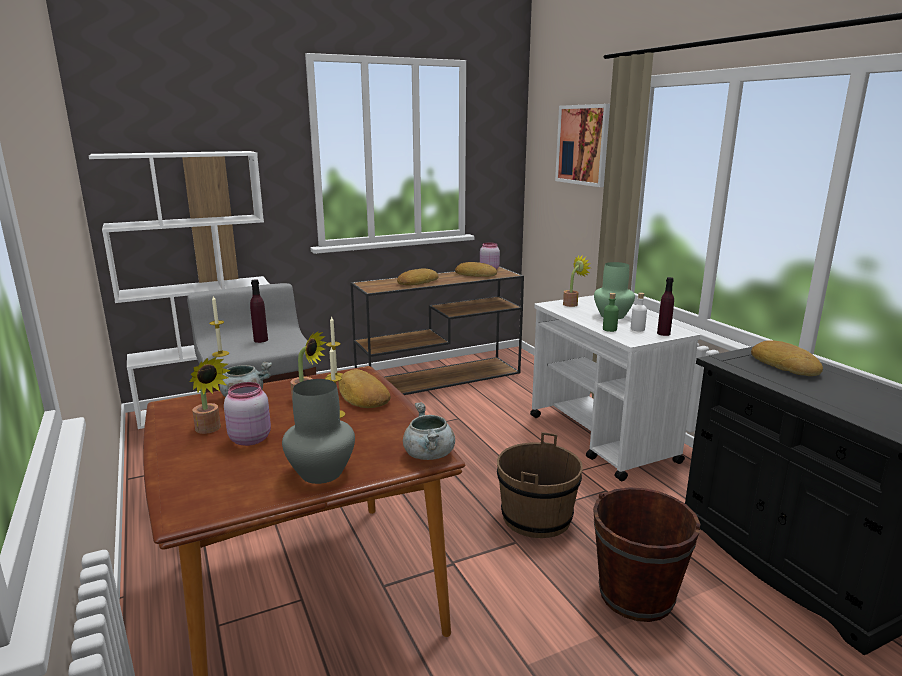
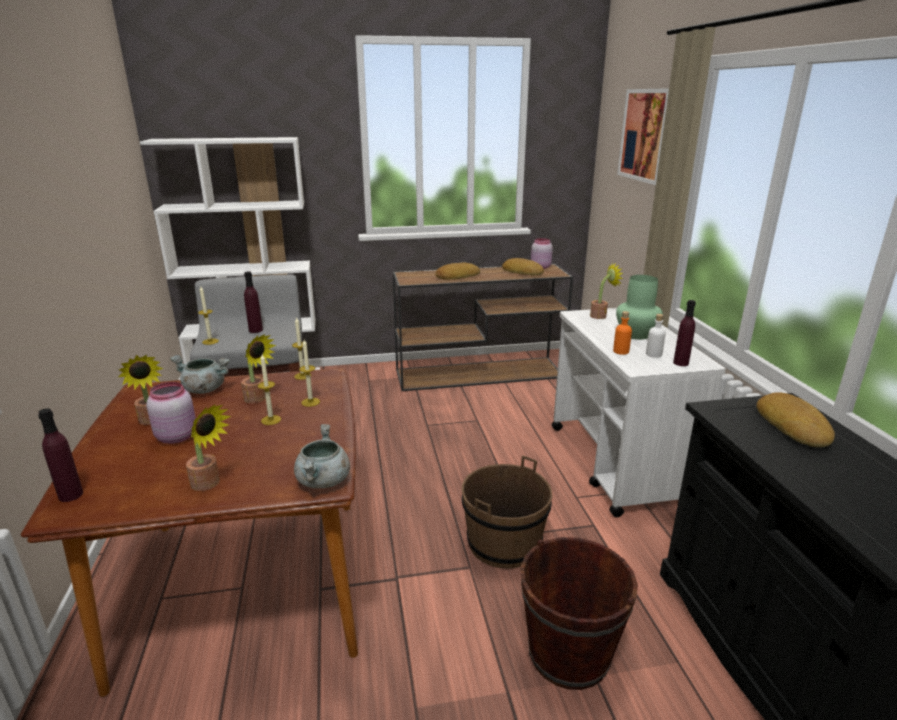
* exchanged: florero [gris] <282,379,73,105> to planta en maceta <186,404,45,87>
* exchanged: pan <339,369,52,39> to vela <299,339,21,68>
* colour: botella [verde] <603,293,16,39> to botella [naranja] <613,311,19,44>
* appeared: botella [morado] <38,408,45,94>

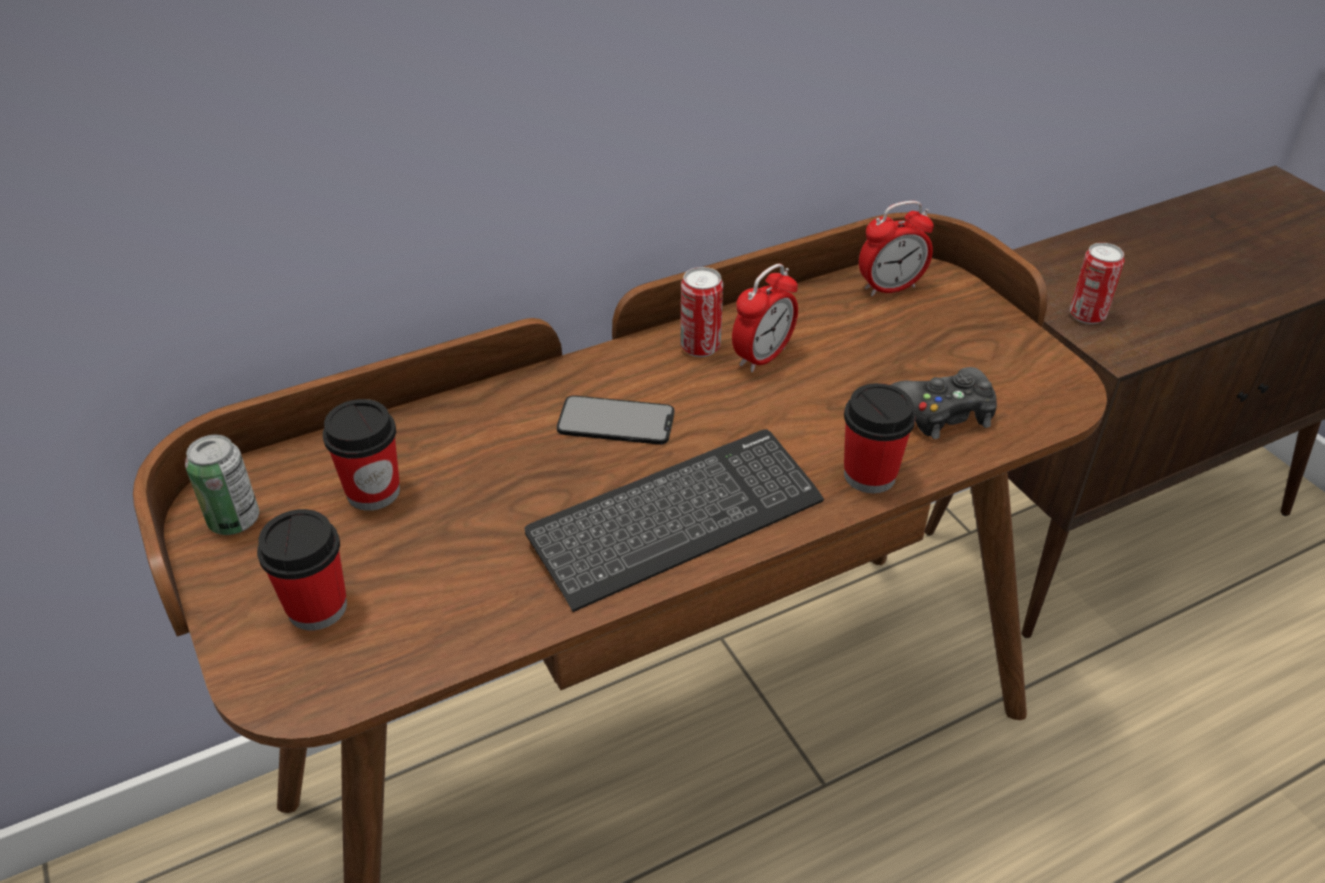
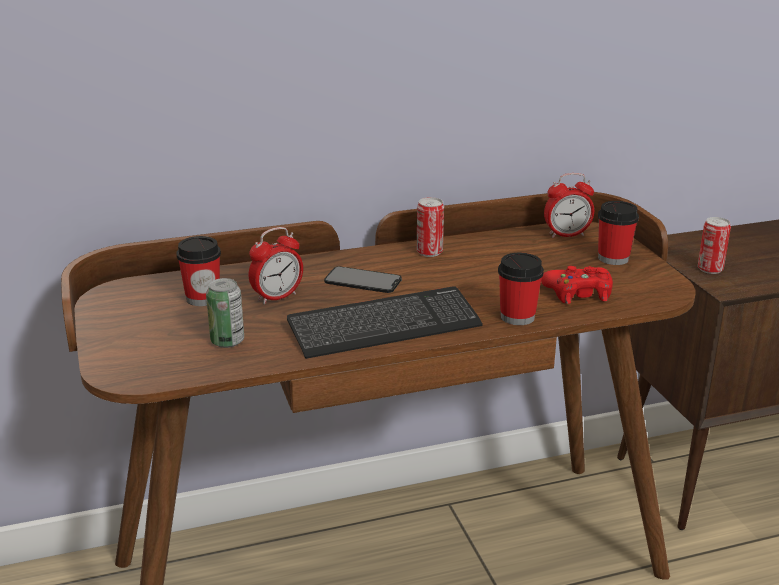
* relocated: lata <185,435,74,100> to <206,278,38,70>
* relocated: taza <257,509,90,121> to <598,201,41,64>
* relocated: despertador <732,264,66,108> to <249,227,54,77>
* colour: mando de consola [negro] <891,367,106,72> to mando de consola [rojo] <541,266,72,38>

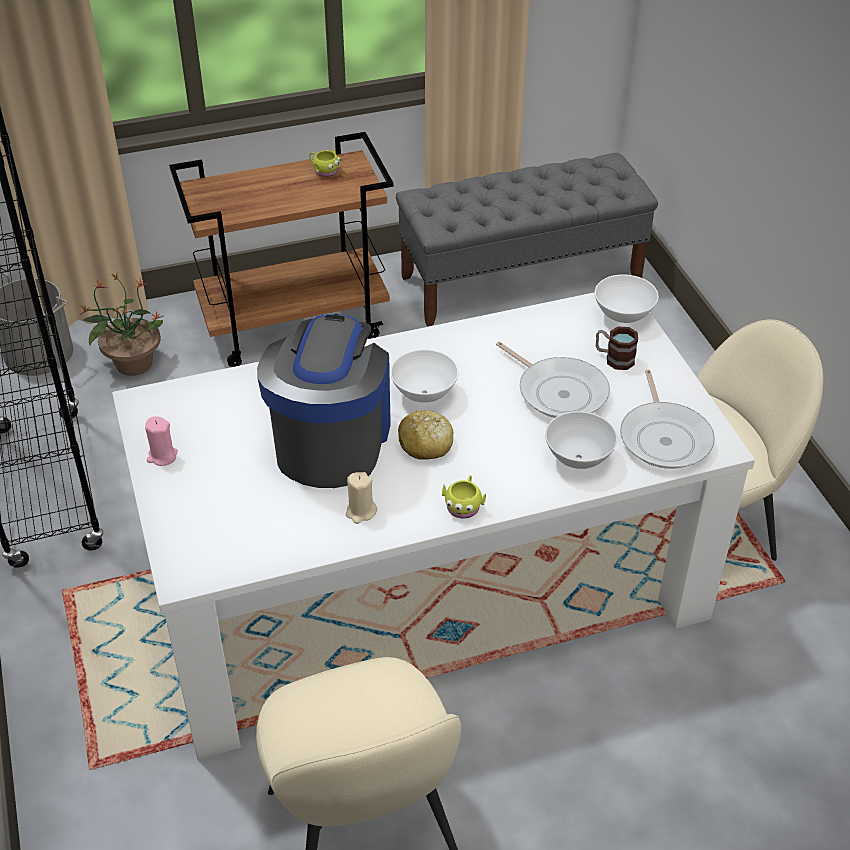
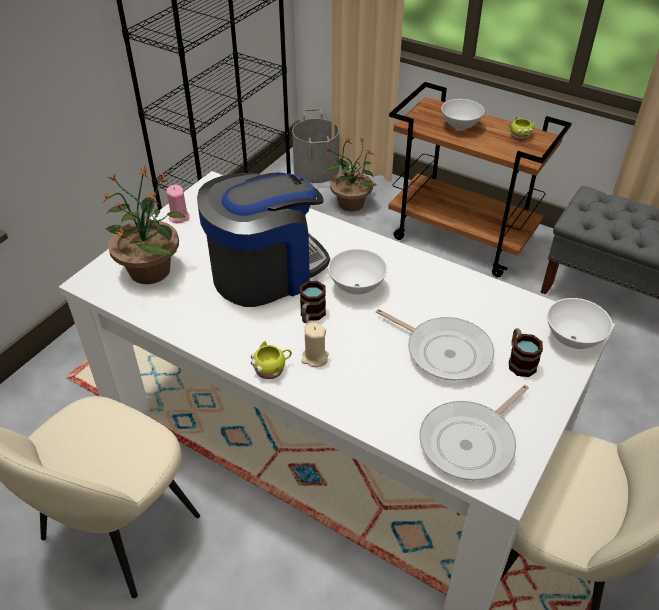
* relocated: vela [beis] <346,472,31,52> to <301,323,28,44>
* exchanged: pan <398,410,55,50> to taza grande <300,281,26,42>
* spun: sartén <496,341,114,77> = <376,309,118,71> 60 degrees counterclockwise
* relocated: cuenco [blanco] <545,411,72,58> to <441,99,43,31>
* appeared: planta en maceta <103,166,82,118>

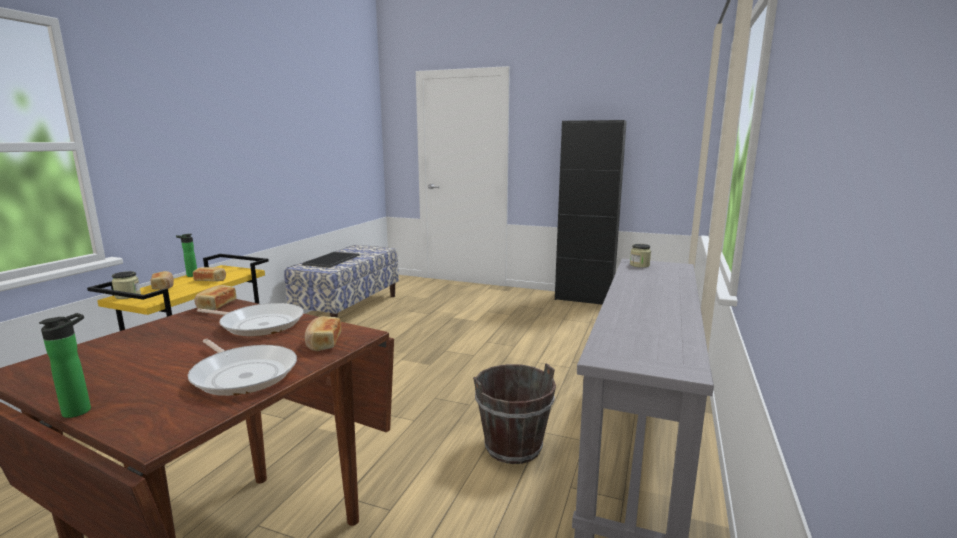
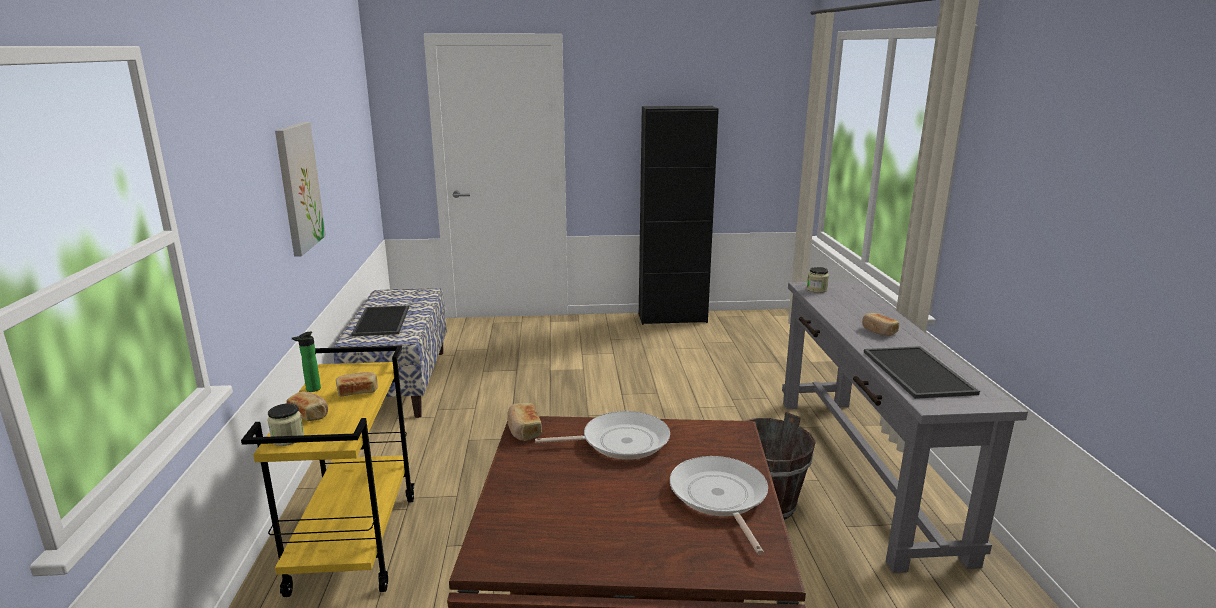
* missing: botella <39,313,52,105>
* spun: sartén <188,339,109,57> = <670,456,98,98> 120 degrees counterclockwise
* relocated: pan <305,316,36,35> to <862,313,37,23>
* appeared: cuadro <275,122,51,135>
* appeared: bandeja <864,346,116,53>

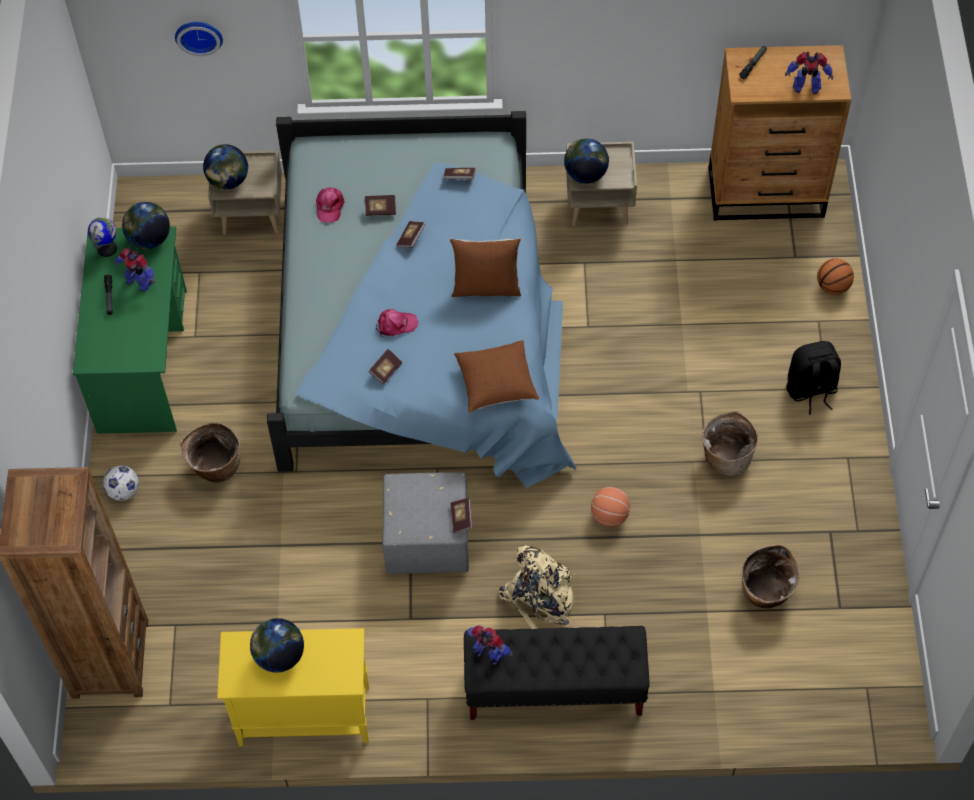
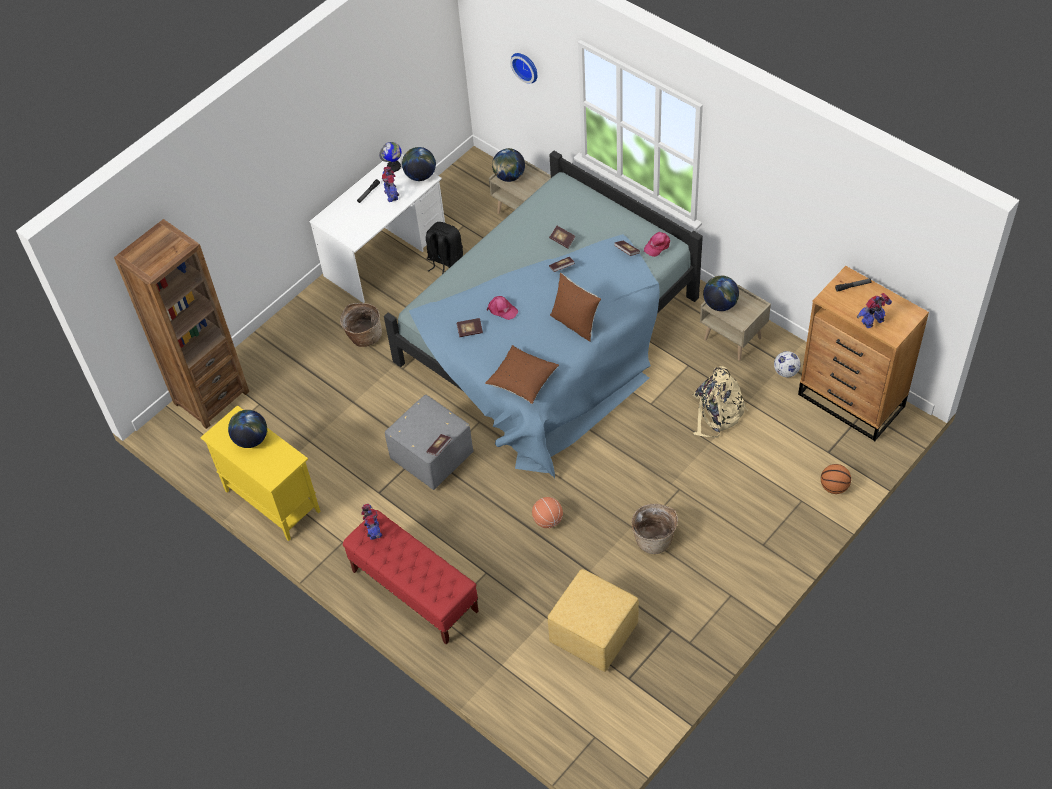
* colour: escritorio [verde] <73,226,114,208> to escritorio [blanco] <309,153,136,150>
* relocated: balón de fútbol <103,466,36,35> to <774,351,27,26>
* relocated: gorra [rosa] <316,187,29,35> to <644,232,26,25>
* colour: banco [negro] <464,626,186,94> to banco [rojo] <343,510,136,135>
* relocated: mochila [beis] <499,545,76,84> to <693,366,55,72>
* exchanged: cesta <742,545,58,63> to puf [amarillo] <548,569,91,103>
* spun: robot de juguete <785,52,48,42> = <857,293,35,35> 105 degrees clockwise
* relocated: mochila [negro] <786,341,55,74> to <426,222,37,52>

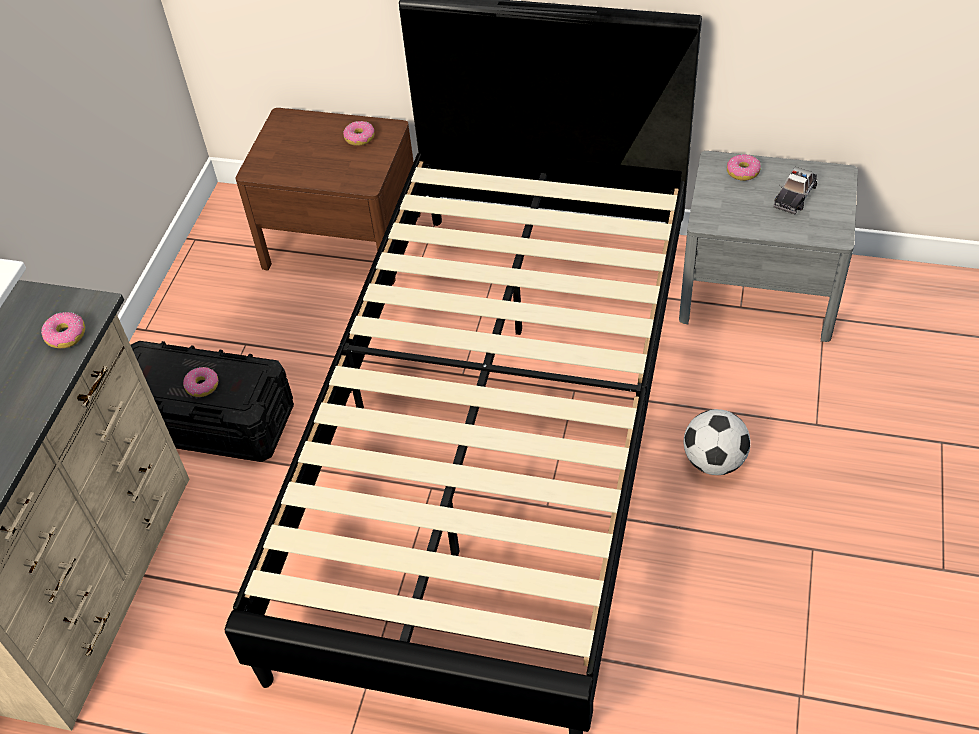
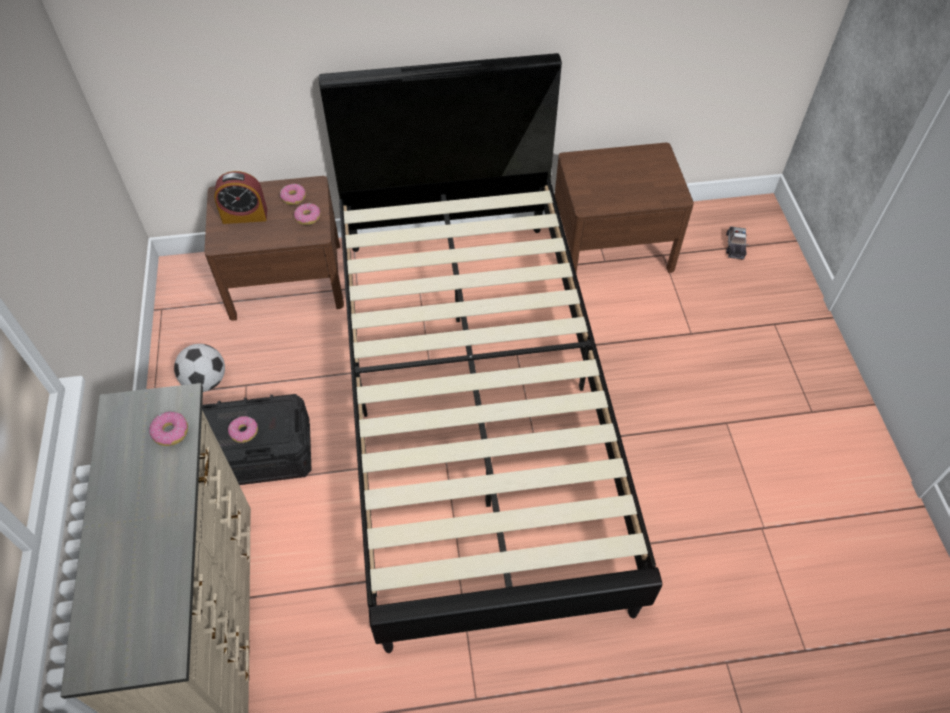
* colour: mesita de noche [gris] <679,151,179,191> to mesita de noche [marrón] <555,143,139,130>
* relocated: balón de fútbol <684,409,67,66> to <174,344,51,48>
* relocated: rosquilla <727,154,34,27> to <294,203,26,22>
* relocated: coche de juguete <773,167,44,47> to <726,227,23,33>
* appeared: despertador <214,171,53,53>

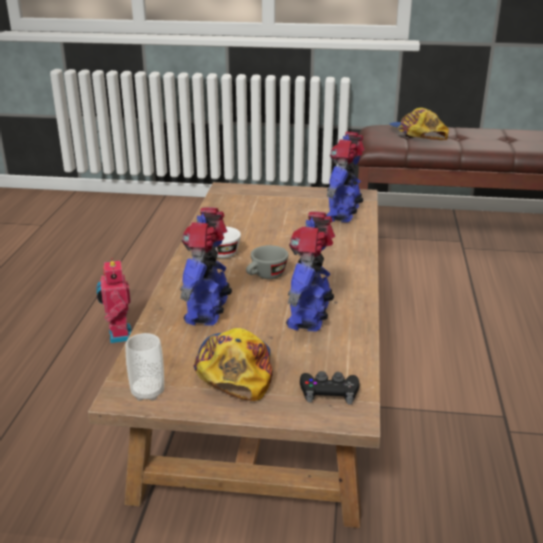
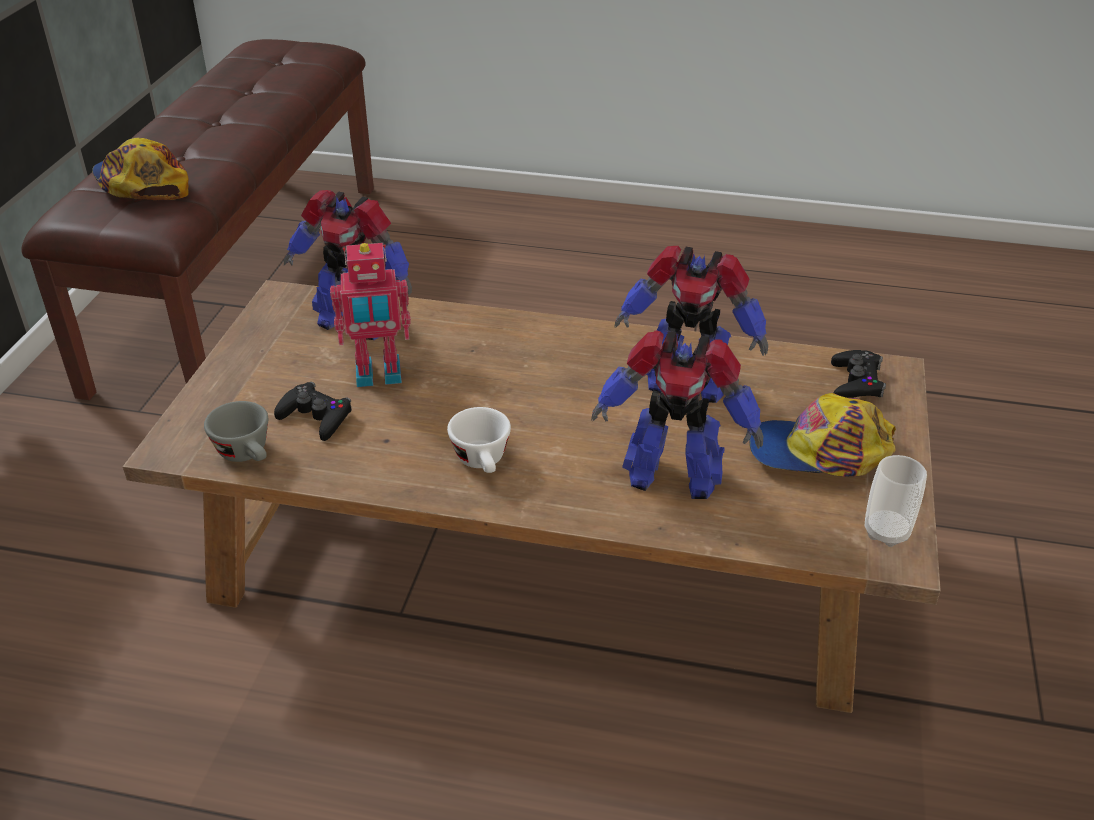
* relocated: robot de juguete <96,258,36,85> to <330,243,81,144>
* relocated: taza [gris] <246,245,43,34> to <204,401,64,61>
* spun: gorra <389,108,60,32> = <92,138,97,62> 75 degrees clockwise
* appeared: mando de consola [negro] <274,382,78,59>

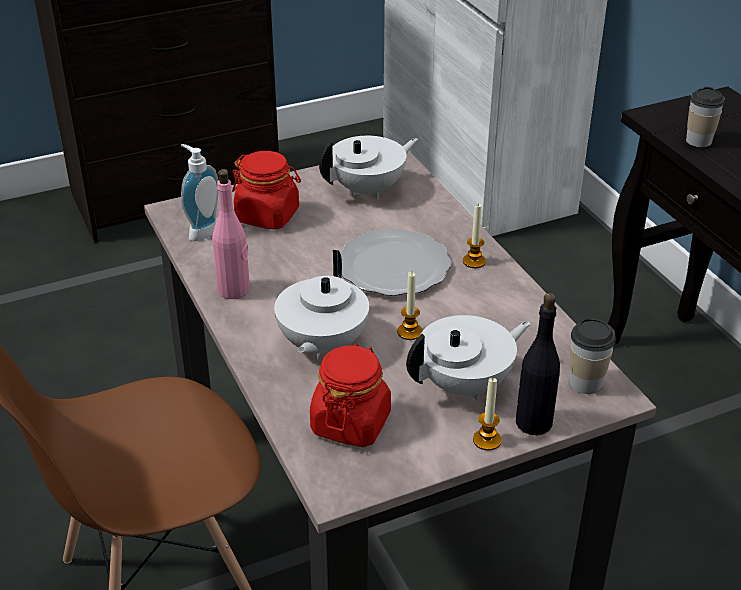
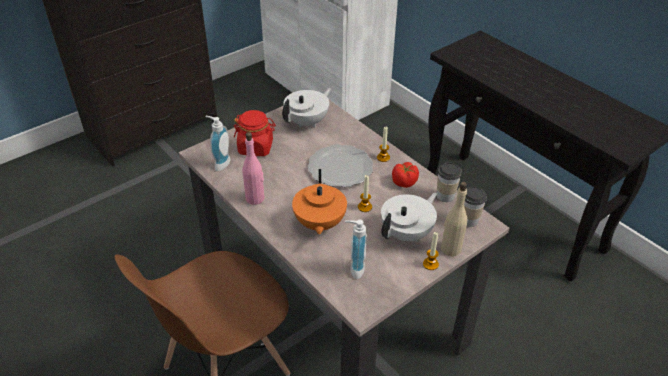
* colour: tetera [blanco] <274,250,95,110> to tetera [naranja] <292,169,55,66>
* exchanged: tarro [rojo] <310,344,81,103> to dispensador de jabón <345,220,22,59>
* colour: botella [negro] <516,293,44,142> to botella [beis] <441,182,26,74>
* relocated: taza <686,87,39,60> to <437,162,25,40>
* appeared: tomate <392,162,27,26>

